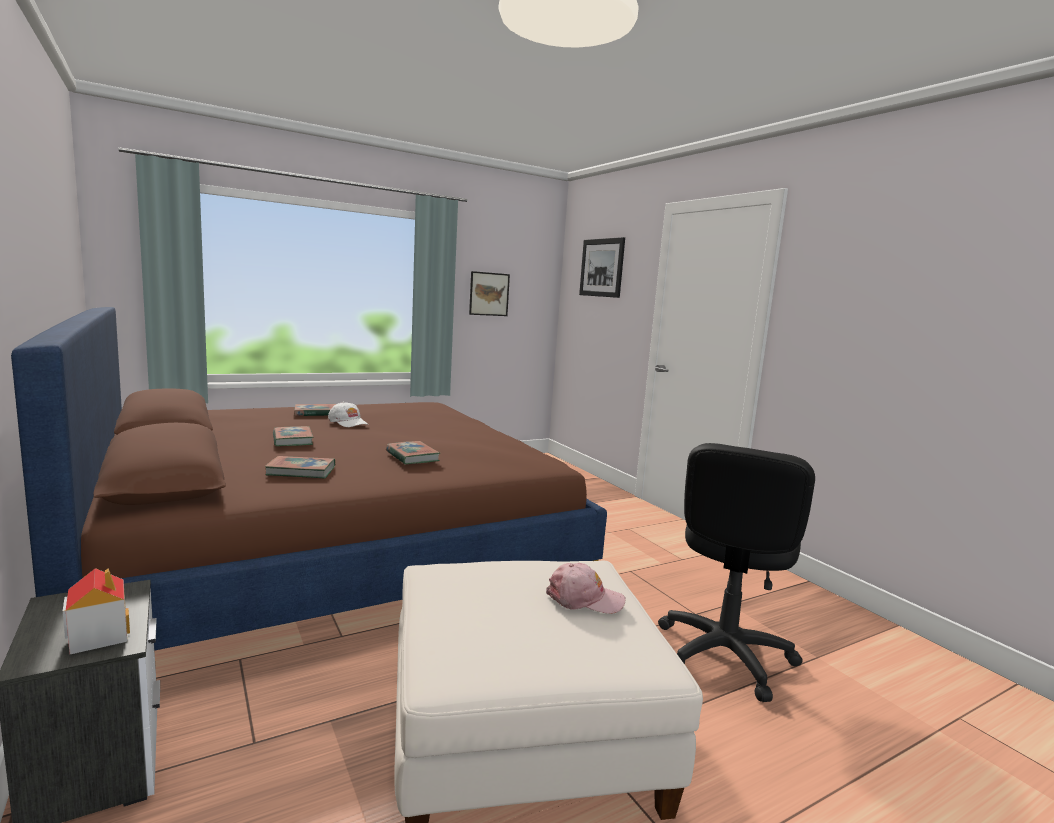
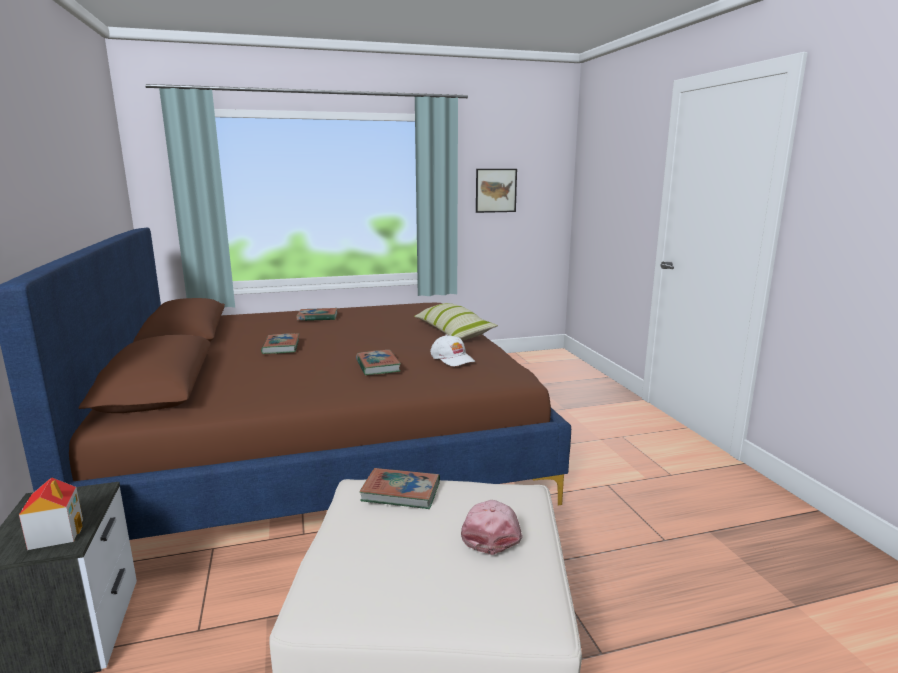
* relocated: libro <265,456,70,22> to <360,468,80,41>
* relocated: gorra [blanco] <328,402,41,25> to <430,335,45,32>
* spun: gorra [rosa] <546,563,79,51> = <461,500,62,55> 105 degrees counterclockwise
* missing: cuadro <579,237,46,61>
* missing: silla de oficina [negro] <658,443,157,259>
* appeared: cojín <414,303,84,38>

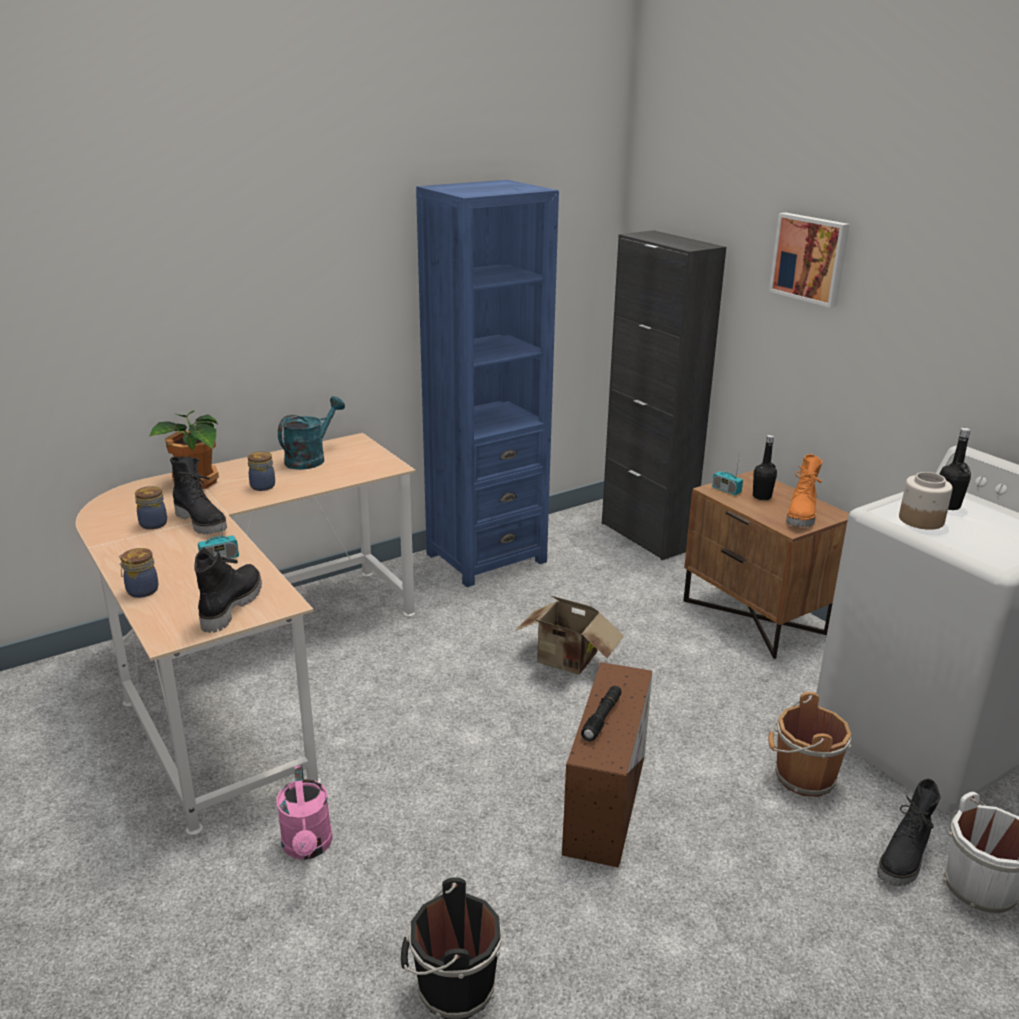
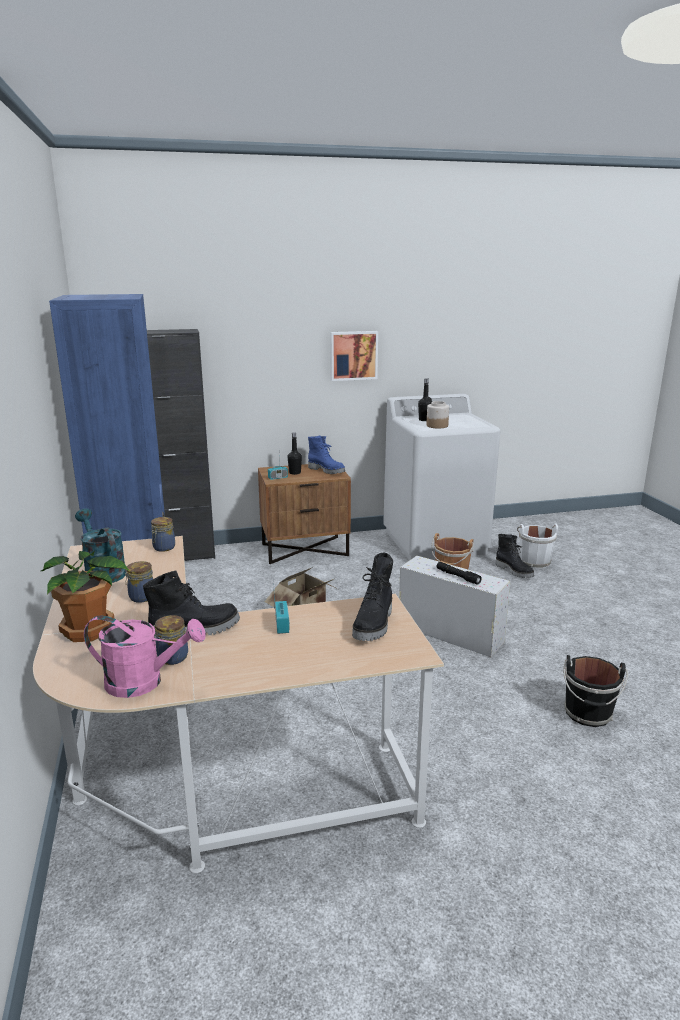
* relocated: tarro <119,548,39,50> to <151,517,24,35>
* spun: bota [negro] <194,547,68,86> = <352,553,41,88> 105 degrees counterclockwise
* relocated: regadera [rosa] <276,765,57,95> to <84,615,122,83>
* colour: caja de almacenaje [marrón] <562,662,90,205> to caja de almacenaje [blanco] <399,556,111,101>
* relocated: cuadro <769,212,81,96> to <330,331,48,50>
* colour: bota [naranja] <786,454,37,73> to bota [azul] <308,435,37,39>

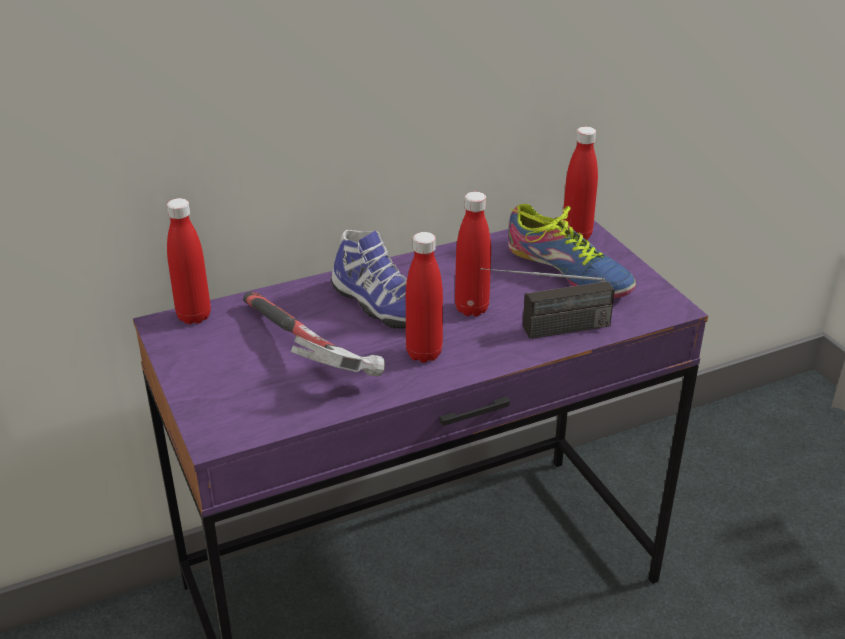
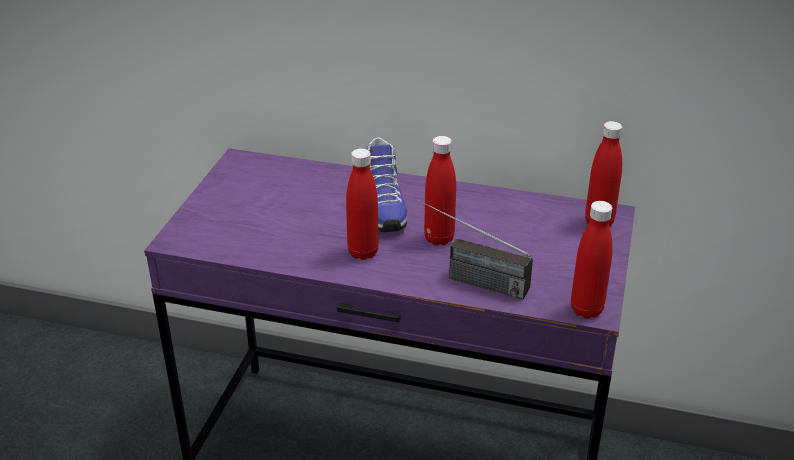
* relocated: botella [rojo] <167,198,44,126> to <571,201,42,117>
* missing: martillo <243,292,142,85>
* missing: zapato <508,204,128,94>

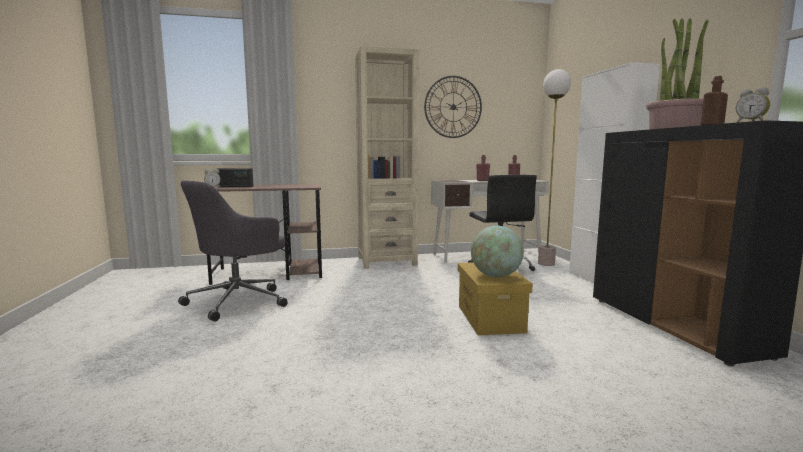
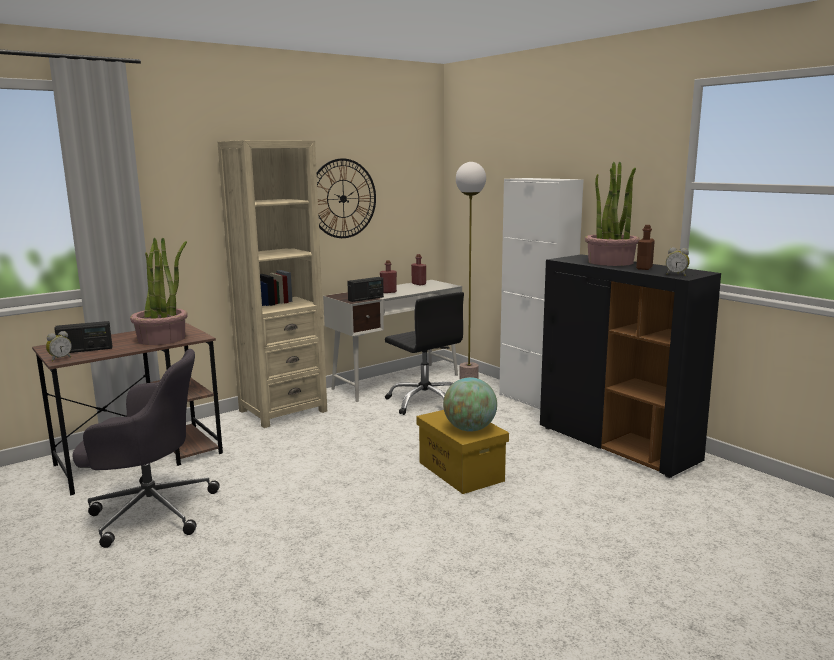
* spun: silla de oficina [gris] <178,181,110,141> = <72,349,148,199> 105 degrees counterclockwise
* appeared: planta en maceta <130,238,58,107>
* appeared: radio <347,277,37,25>

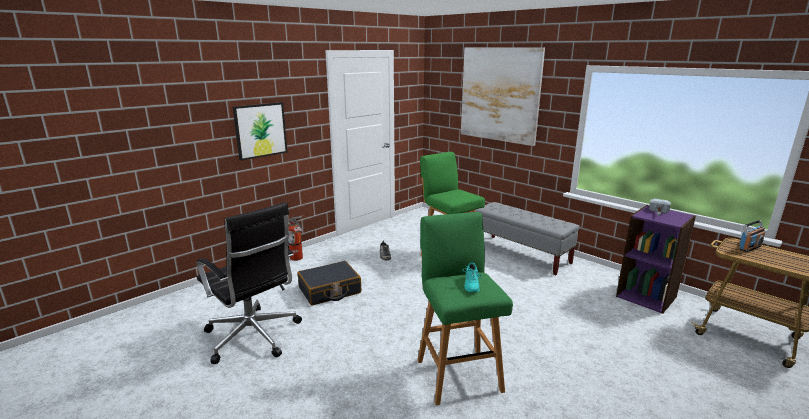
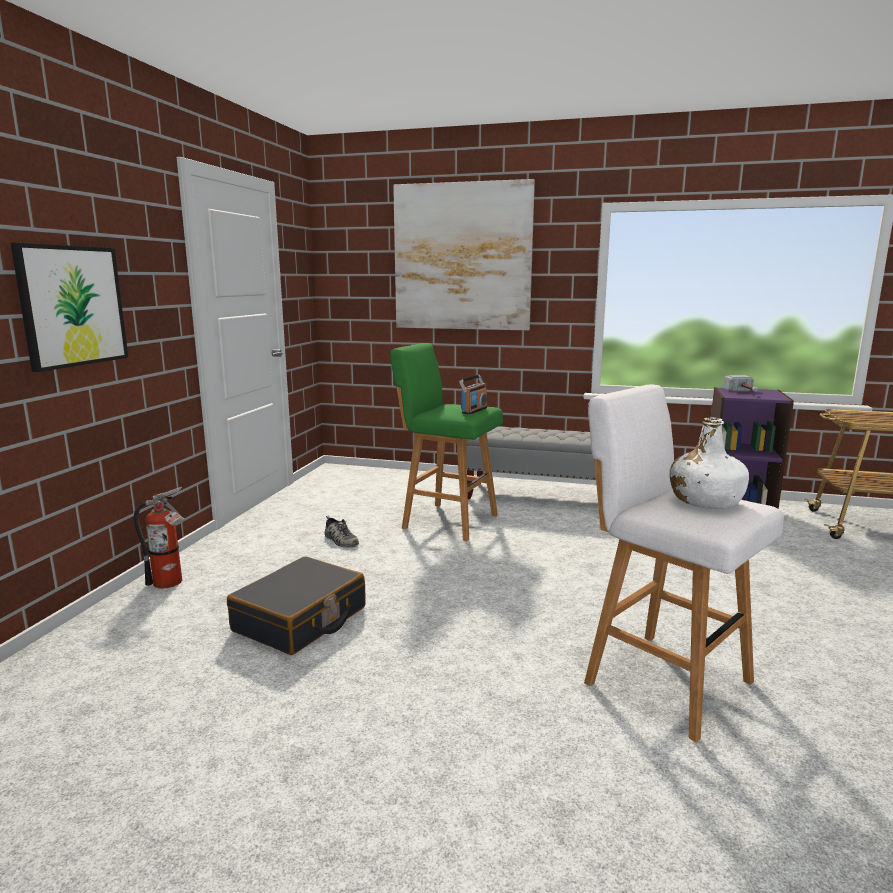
* missing: silla de oficina [negro] <197,202,105,162>
* colour: taburete [verde] <417,212,96,193> to taburete [blanco] <584,384,200,358>
* exchanged: zapato [turquesa] <463,262,19,30> to botella [blanco] <670,418,79,91>
* relocated: radio <739,220,26,32> to <459,375,28,39>

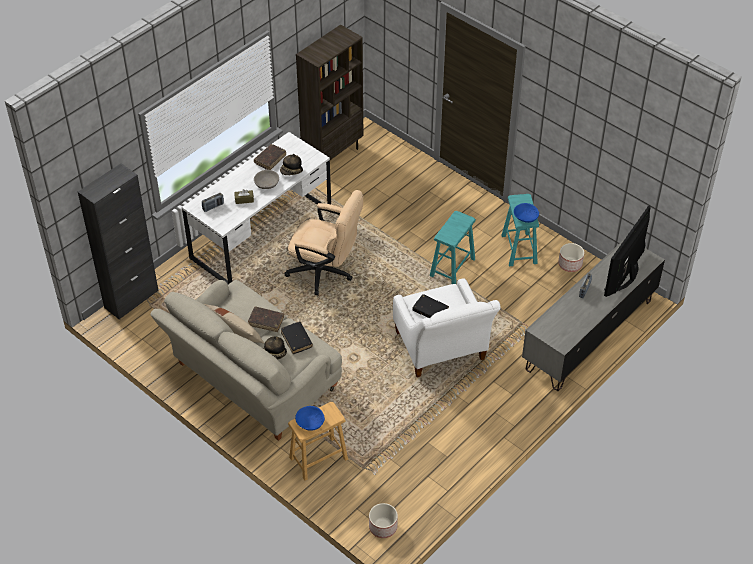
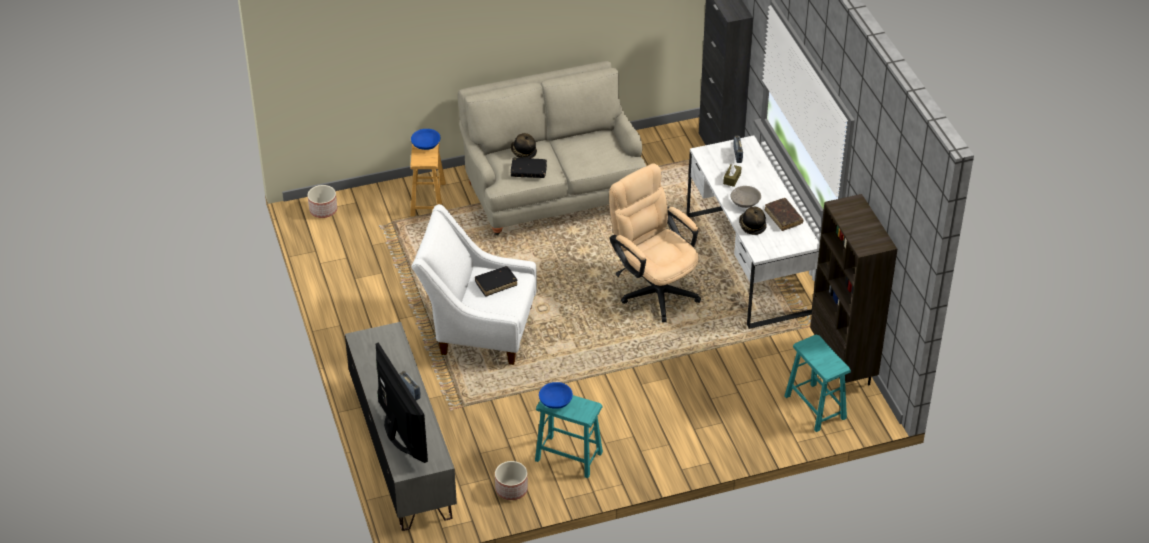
* missing: cojín [beis] <204,304,60,39>
* missing: libro [marrón] <248,306,36,26>
* spun: silla de oficina [beis] <284,190,79,105> = <609,163,92,159> 90 degrees clockwise
* relocated: taburete [turquesa] <430,211,46,73> to <784,335,67,97>

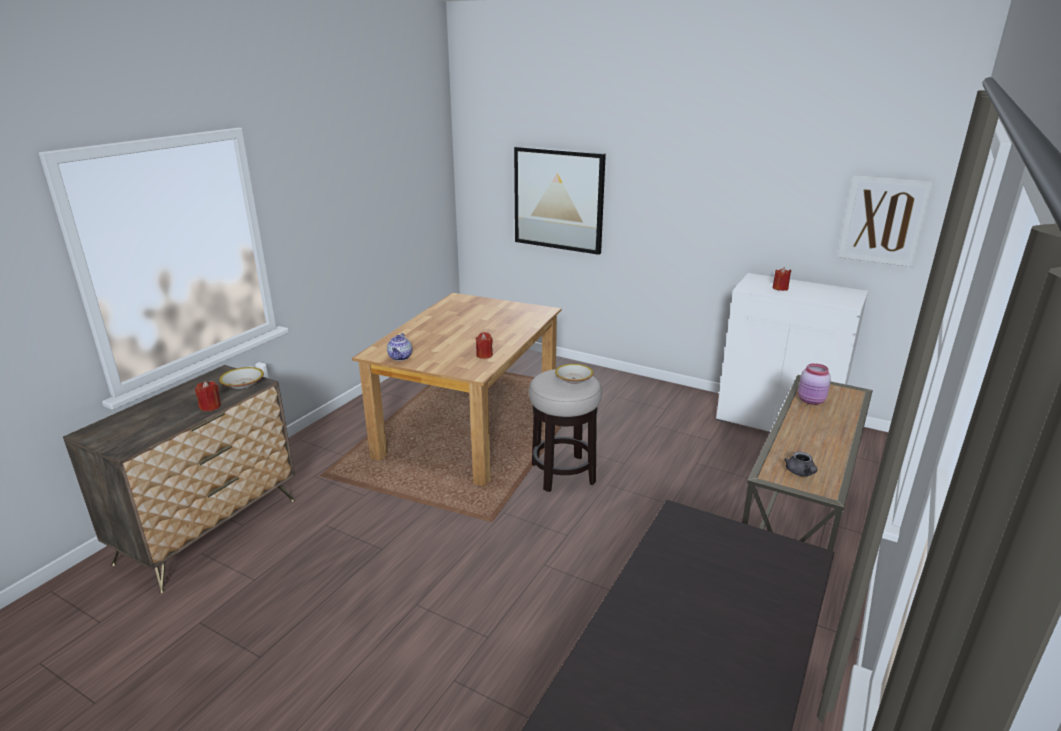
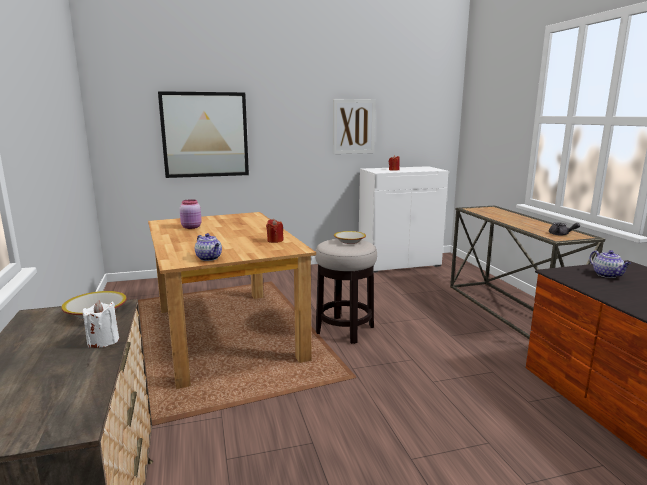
* colour: vela [rojo] <195,381,26,30> to vela [blanco] <83,300,36,48>
* relocated: tarro [rosa] <798,363,33,42> to <180,199,22,30>
* relocated: cuadro <838,175,96,92> to <333,99,43,55>
* appeared: tetera <590,250,41,28>

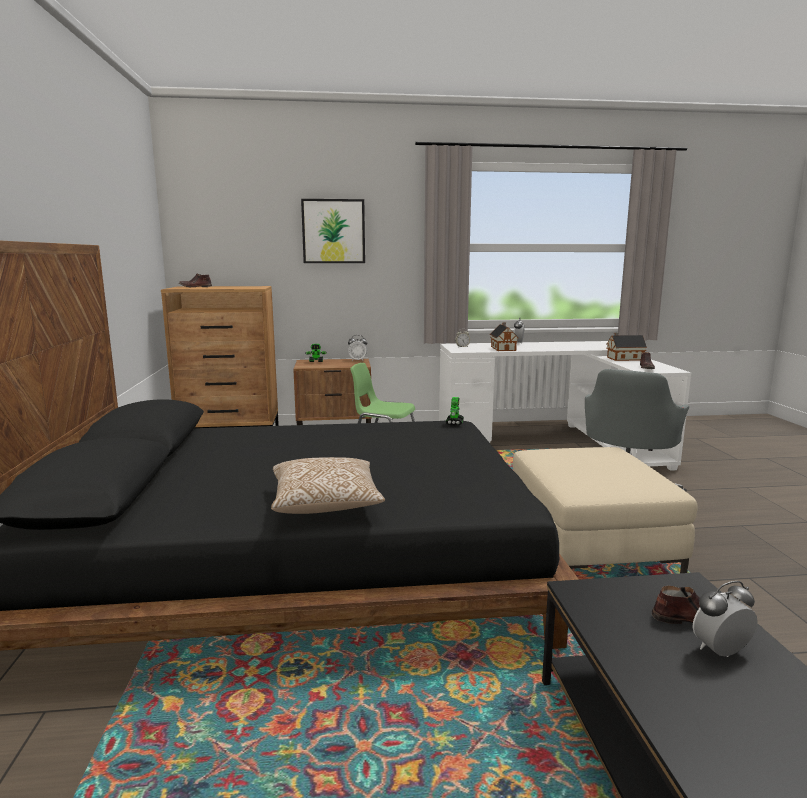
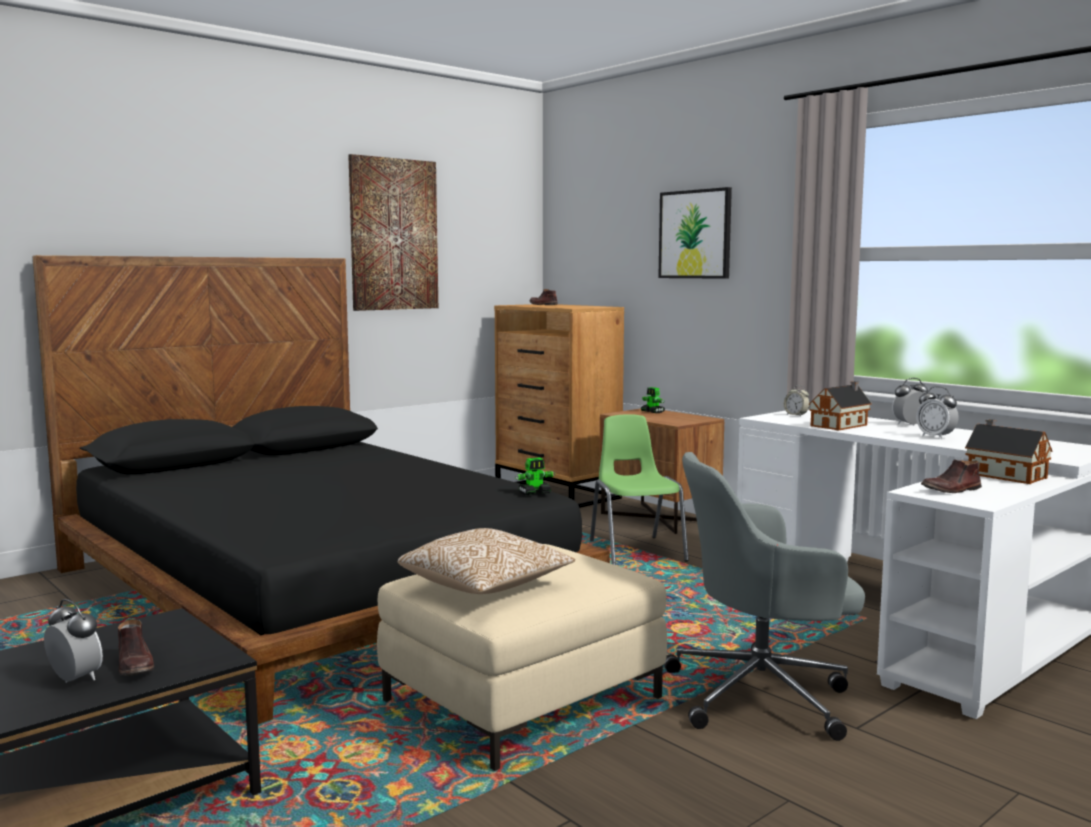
* relocated: cojín <271,457,114,57> to <398,528,177,66>
* relocated: despertador <348,335,19,26> to <916,386,43,53>
* appeared: cuadro <348,154,90,157>

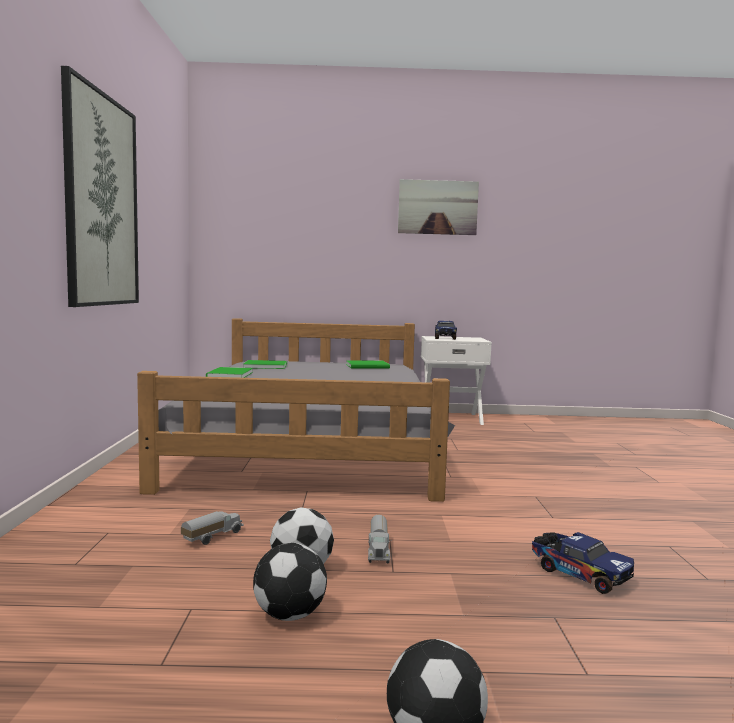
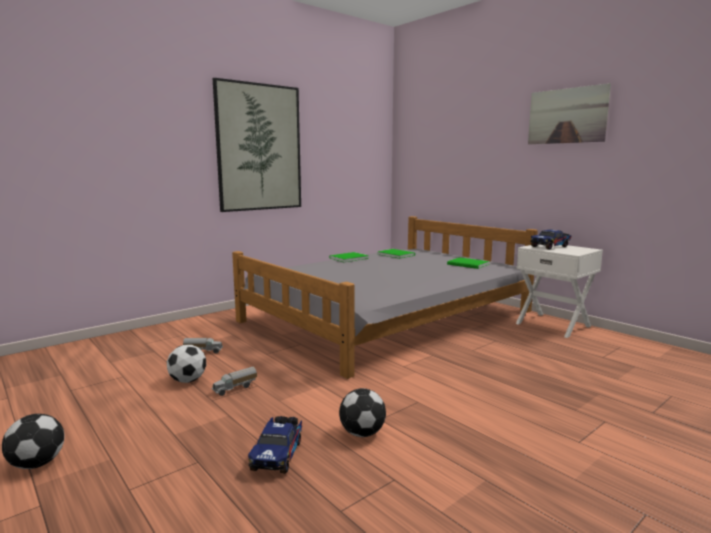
* relocated: balón de fútbol <253,543,74,78> to <339,388,47,49>

